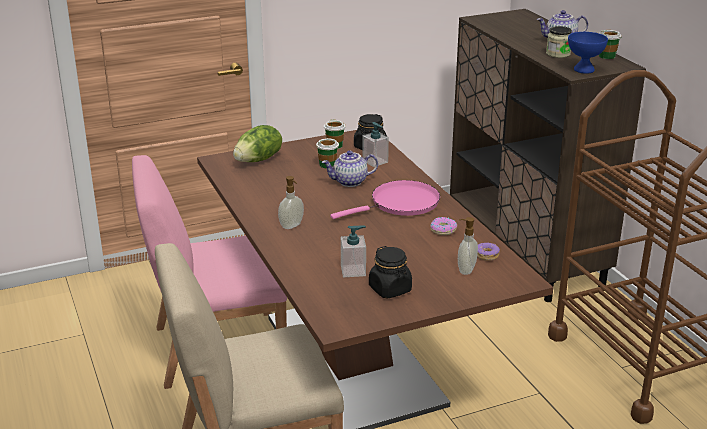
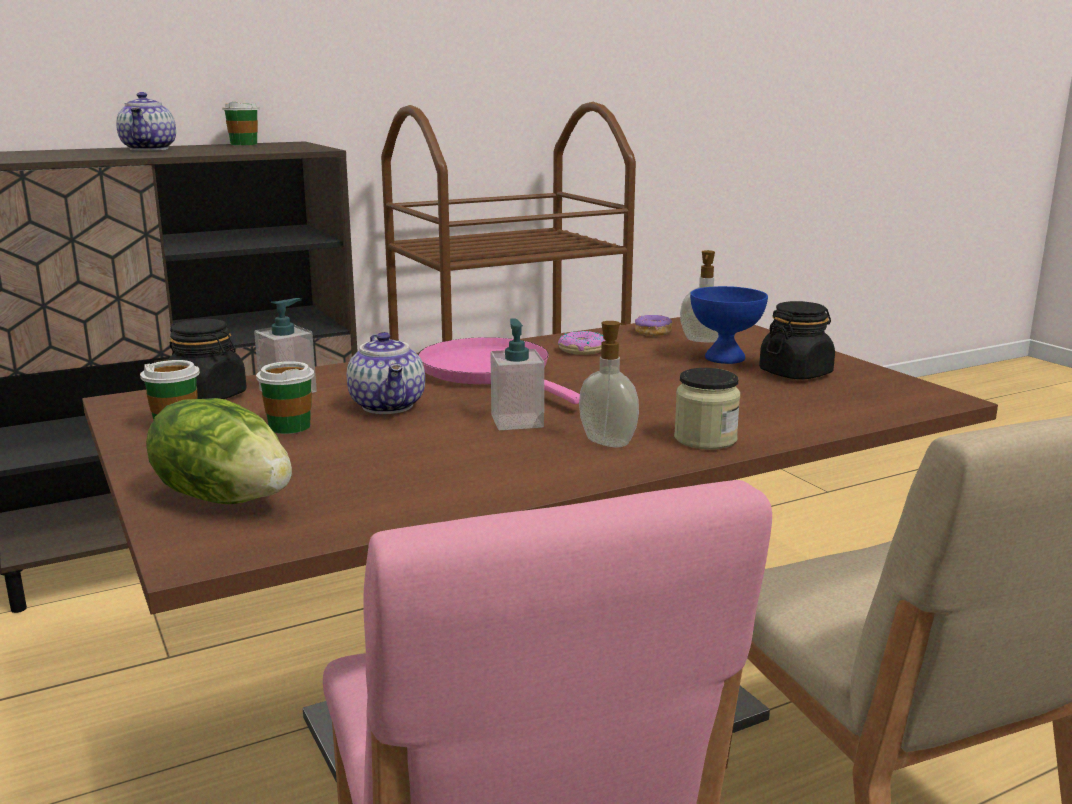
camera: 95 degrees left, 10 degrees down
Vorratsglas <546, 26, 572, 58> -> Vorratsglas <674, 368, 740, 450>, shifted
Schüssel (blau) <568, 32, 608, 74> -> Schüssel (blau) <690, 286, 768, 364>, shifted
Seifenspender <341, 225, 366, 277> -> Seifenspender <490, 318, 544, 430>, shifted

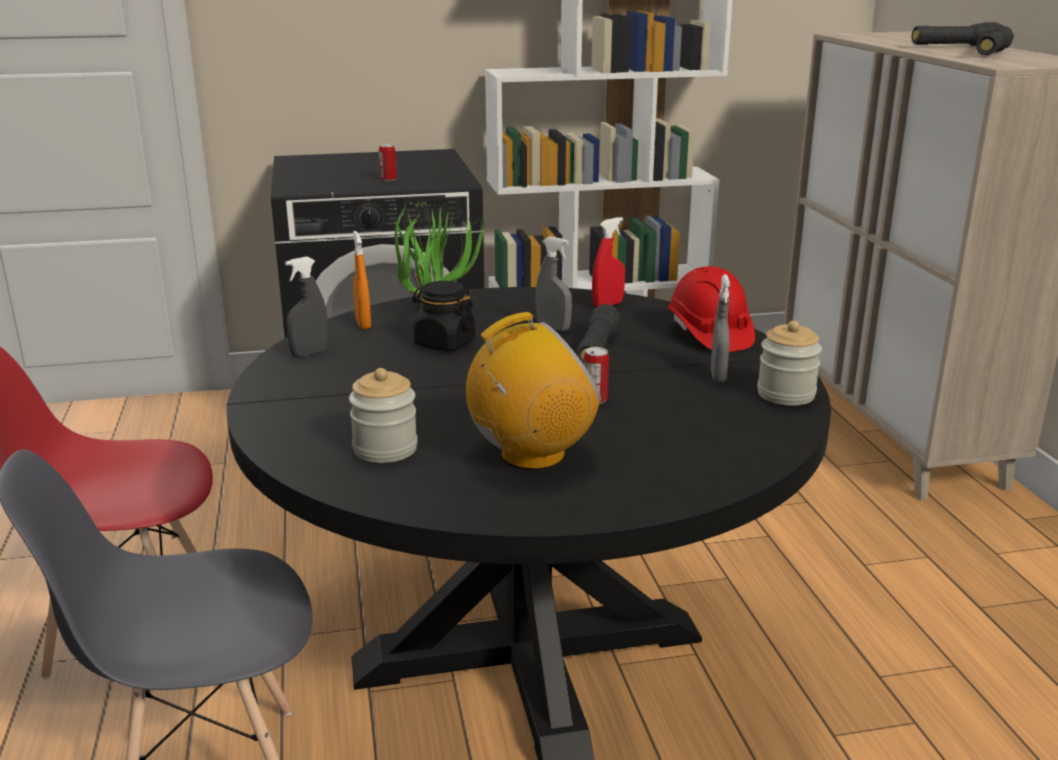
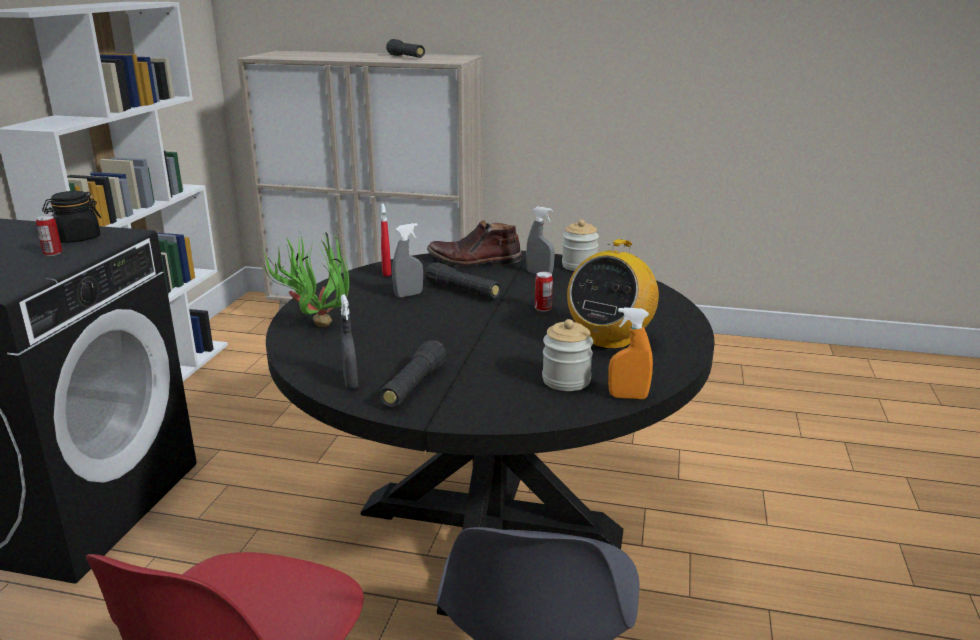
camera: 65 degrees left, 0 degrees up
Taschenlampe (schwarz) <912, 22, 1001, 46> -> Taschenlampe (schwarz) <380, 340, 447, 407>, shifted
Sprühflasche (orange) <353, 231, 371, 329> -> Sprühflasche (orange) <608, 307, 653, 399>, shifted
Schutzhelm (rot) <668, 266, 755, 352> -> Stiefel (braun) <427, 220, 522, 266>
Vorratsglas (schwarz) <412, 281, 475, 351> -> Vorratsglas (schwarz) <42, 191, 101, 243>, shifted
Radio <466, 312, 601, 470> -> Radio <567, 239, 659, 350>, 150 degrees counterclockwise

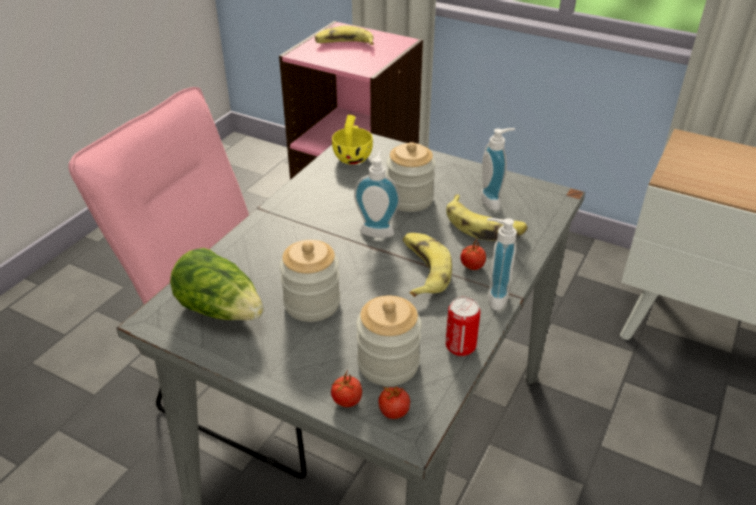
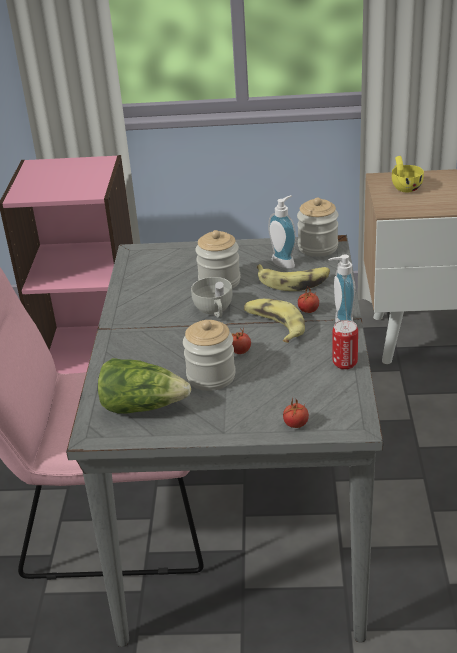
camera: 25 degrees left, 5 degrees down
Banane <315, 25, 374, 45> -> none
Tasse (gelb) <332, 115, 373, 165> -> Tasse (gelb) <392, 156, 424, 193>, shifted
Seifenspender <354, 150, 400, 238> -> Tasse (weiß) <191, 277, 233, 317>
Vorratsglas <356, 296, 422, 386> -> Vorratsglas <297, 197, 338, 257>, shifted
Tomate <378, 386, 410, 419> -> Tomate <232, 328, 251, 354>, shifted

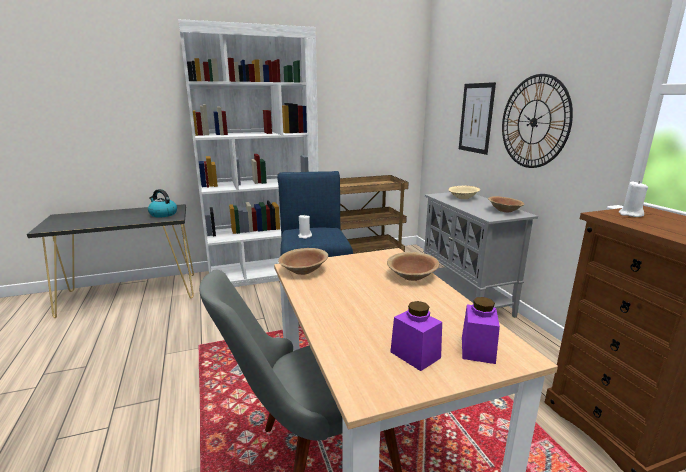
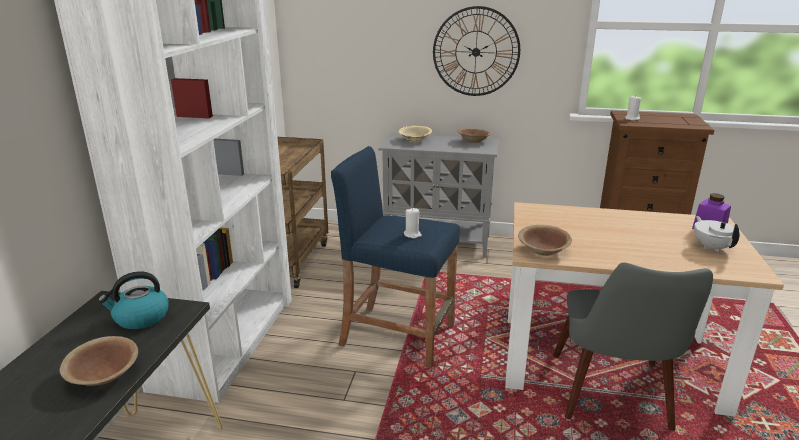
camera: 60 degrees left, 5 degrees up
Bild <459, 82, 496, 155> -> none
Schüssel (braun) <387, 252, 439, 281> -> Schüssel (braun) <60, 336, 138, 386>, shifted
Vorratsglas (lila) <390, 301, 442, 371> -> Teekanne (weiß) <694, 216, 741, 252>

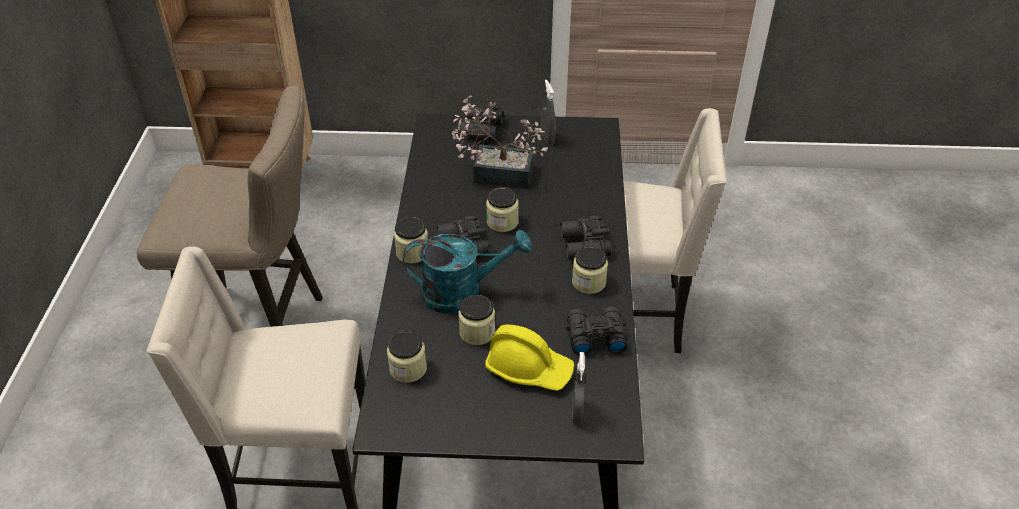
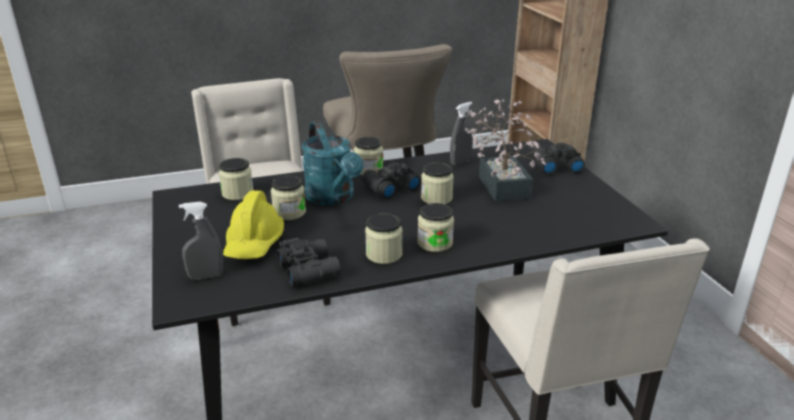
camera: 70 degrees right, 15 degrees down
Sprühflasche (grau) <541, 80, 556, 145> -> Sprühflasche (grau) <450, 102, 473, 166>, shifted
Fernglas (schwarz) <560, 215, 611, 260> -> Vorratsglas <417, 203, 454, 252>

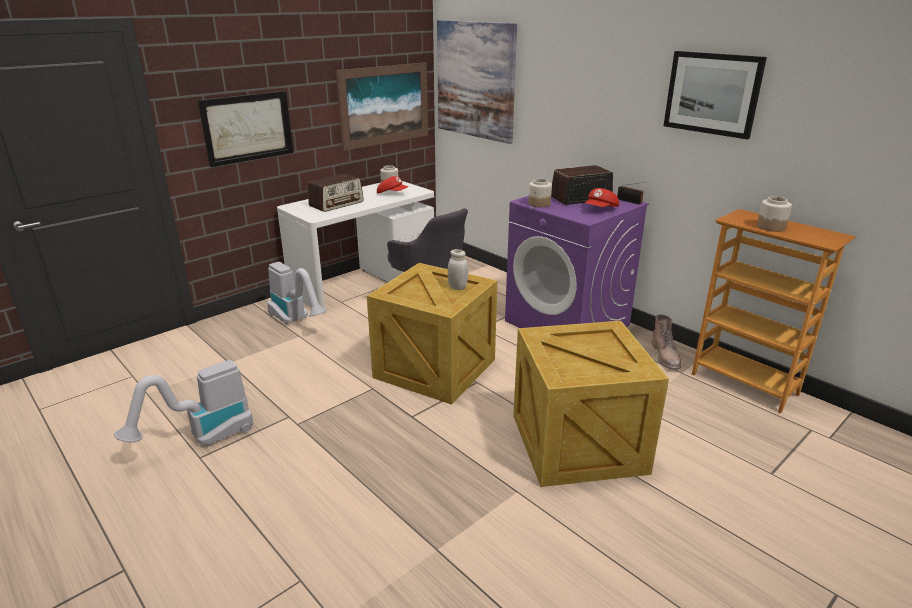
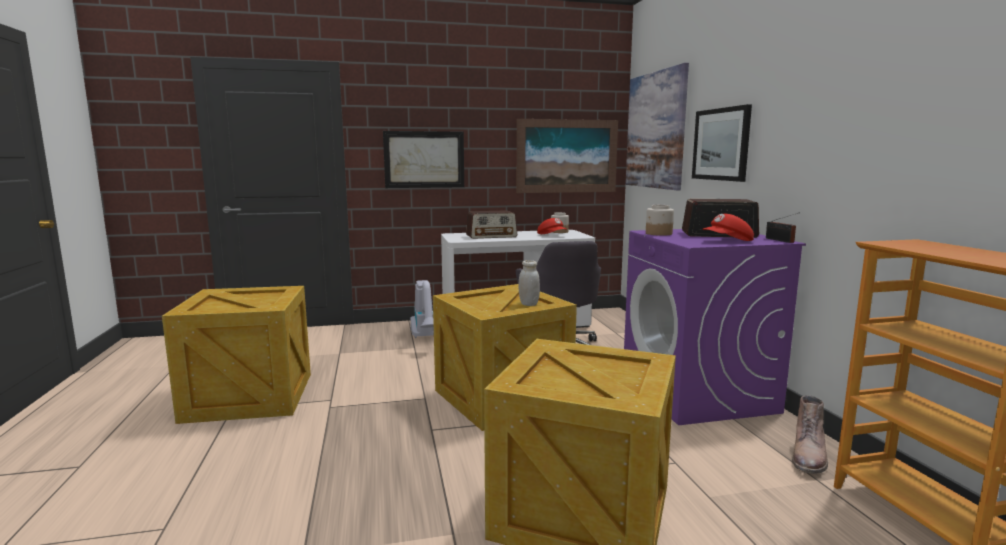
camera: 30 degrees right, 15 degrees down
Bild <664, 51, 767, 139> -> Bild <692, 104, 752, 182>, shifted
Vorratsglas <757, 196, 792, 232> -> none
Staubsauger <114, 360, 253, 446> -> Kiste <162, 286, 311, 424>

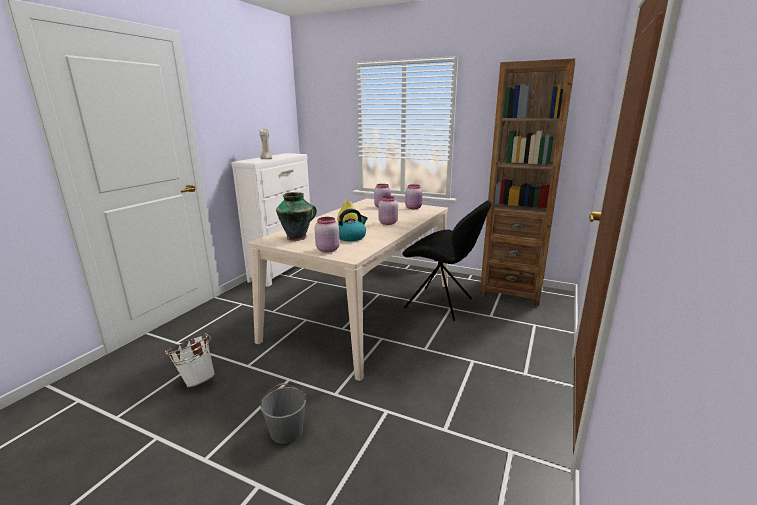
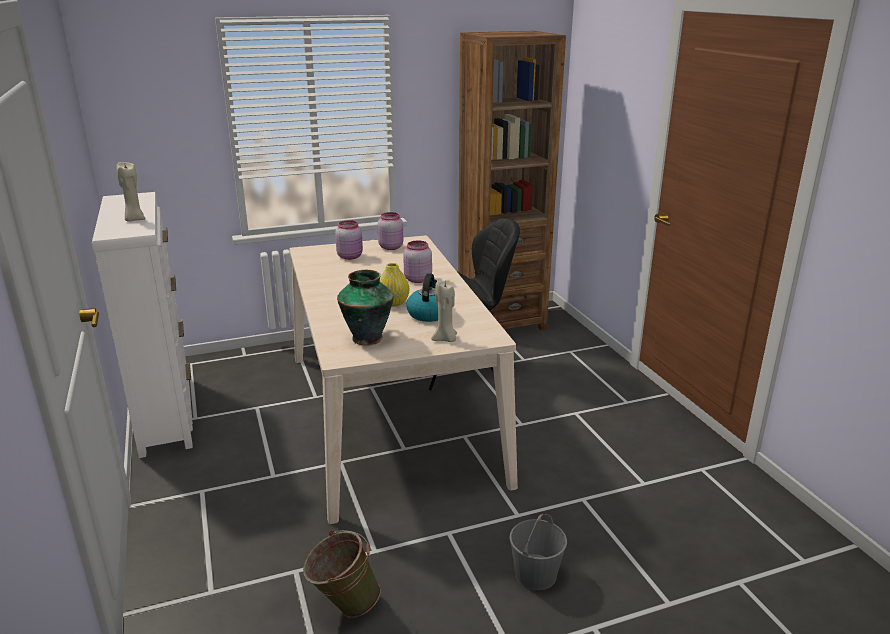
camera: 45 degrees left, 5 degrees up
Vorratsglas (rosa) <315, 217, 340, 253> -> Kerze (beige) <431, 281, 457, 342>
Eimer (weiß) <165, 333, 215, 387> -> Eimer (grün) <303, 530, 381, 618>

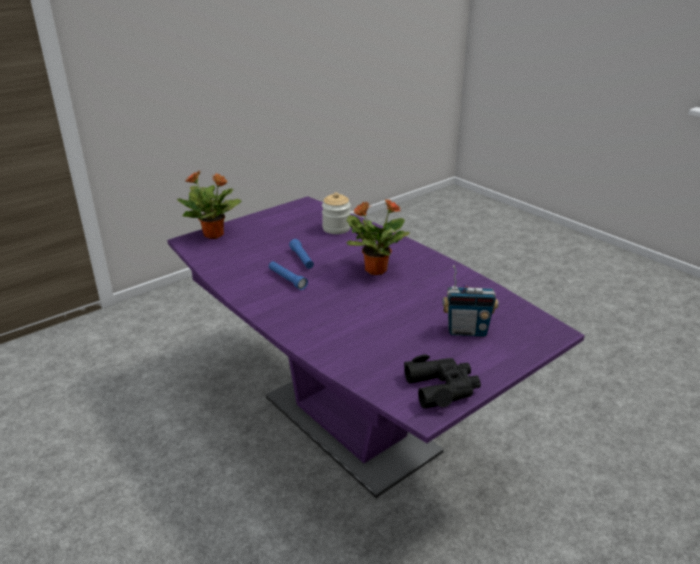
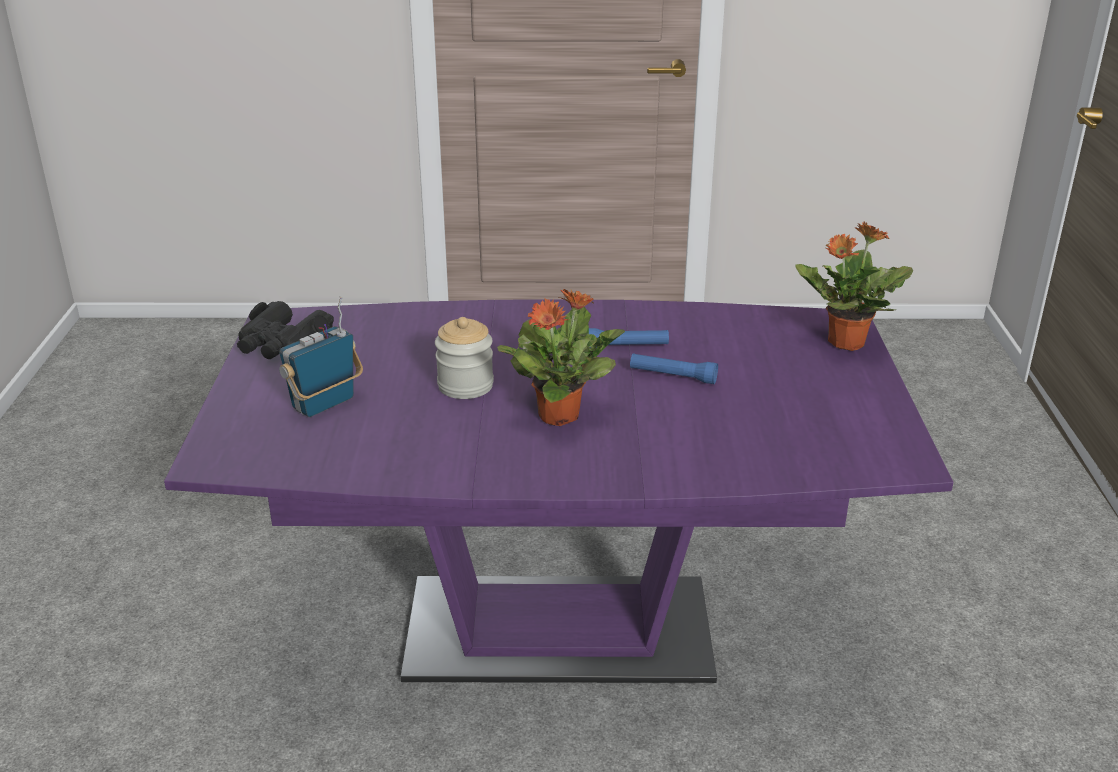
camera: 130 degrees right, 0 degrees up
Vorratsglas <322, 192, 351, 234> -> Vorratsglas <435, 317, 494, 399>, shifted

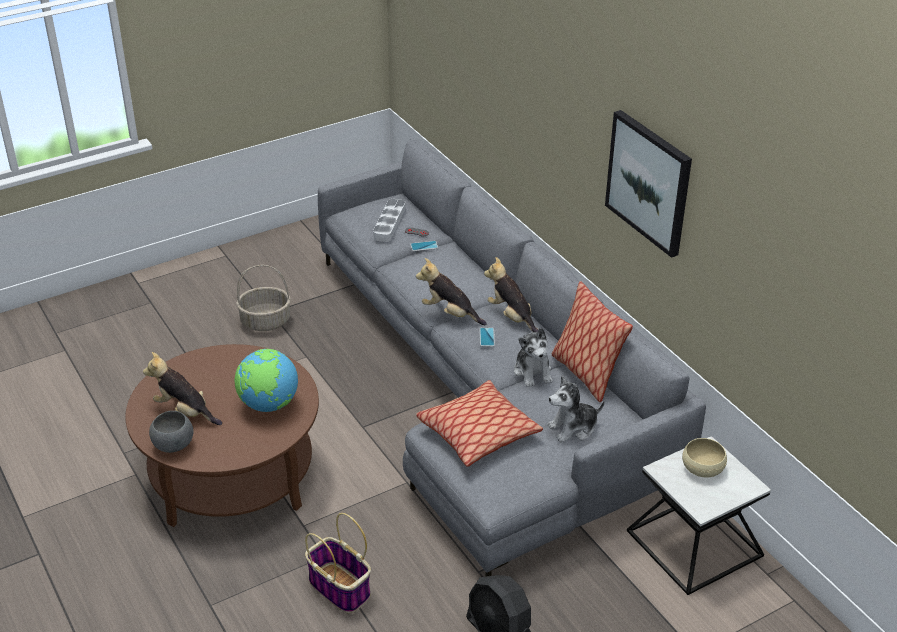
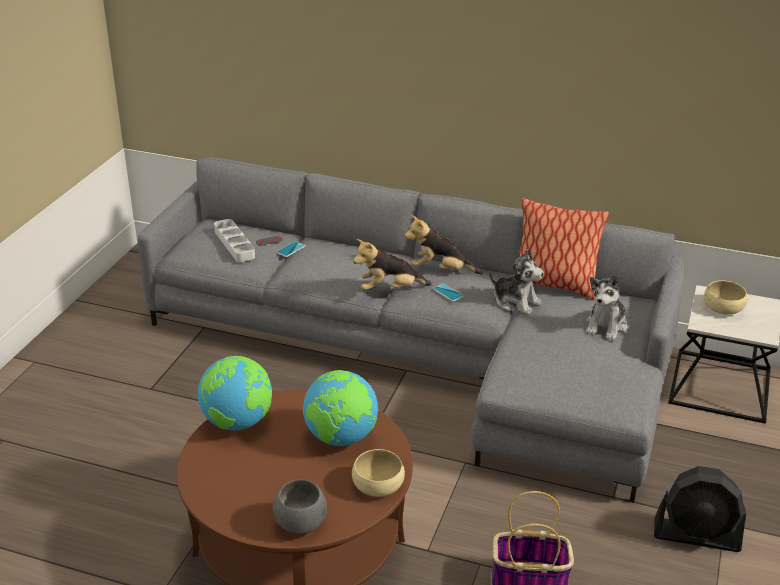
camera: 40 degrees left, 5 degrees down
Bild <605, 110, 692, 258> -> none
Korb <236, 265, 291, 331> -> none
Plüschtier <143, 352, 222, 425> -> none
Kissen <416, 380, 543, 467> -> none
none -> Globus <198, 356, 272, 430>
none -> Schüssel (beige) <352, 449, 405, 497>

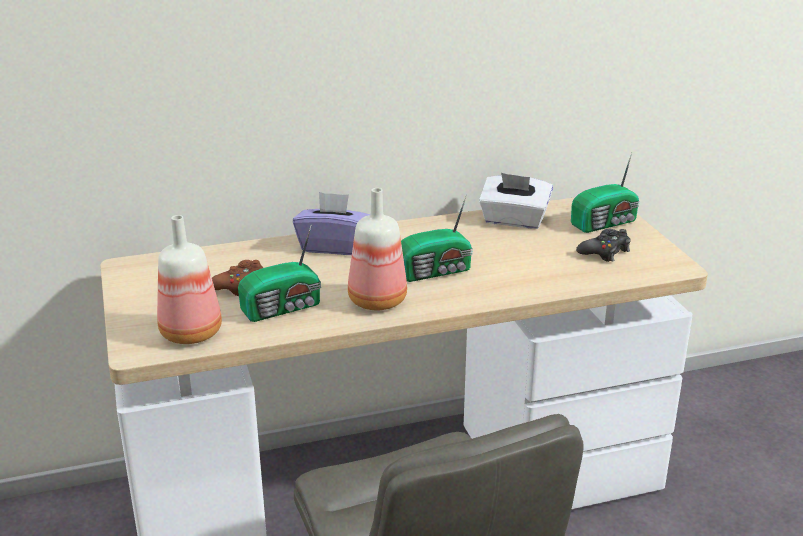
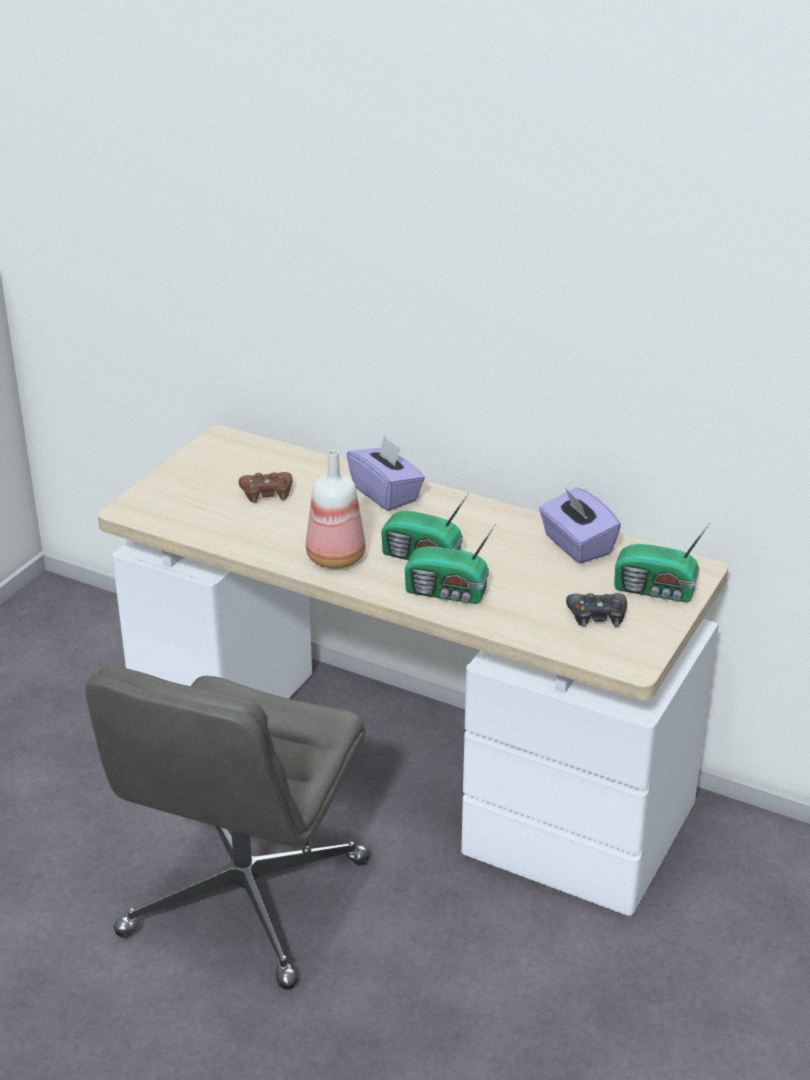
camera: 45 degrees right, 5 degrees up
Taschentuchbox (weiß) <479, 173, 553, 229> -> Taschentuchbox (lila) <539, 487, 621, 564>
Flasche <157, 215, 222, 344> -> none
Radio <238, 224, 321, 322> -> Radio <405, 524, 496, 604>, shifted

